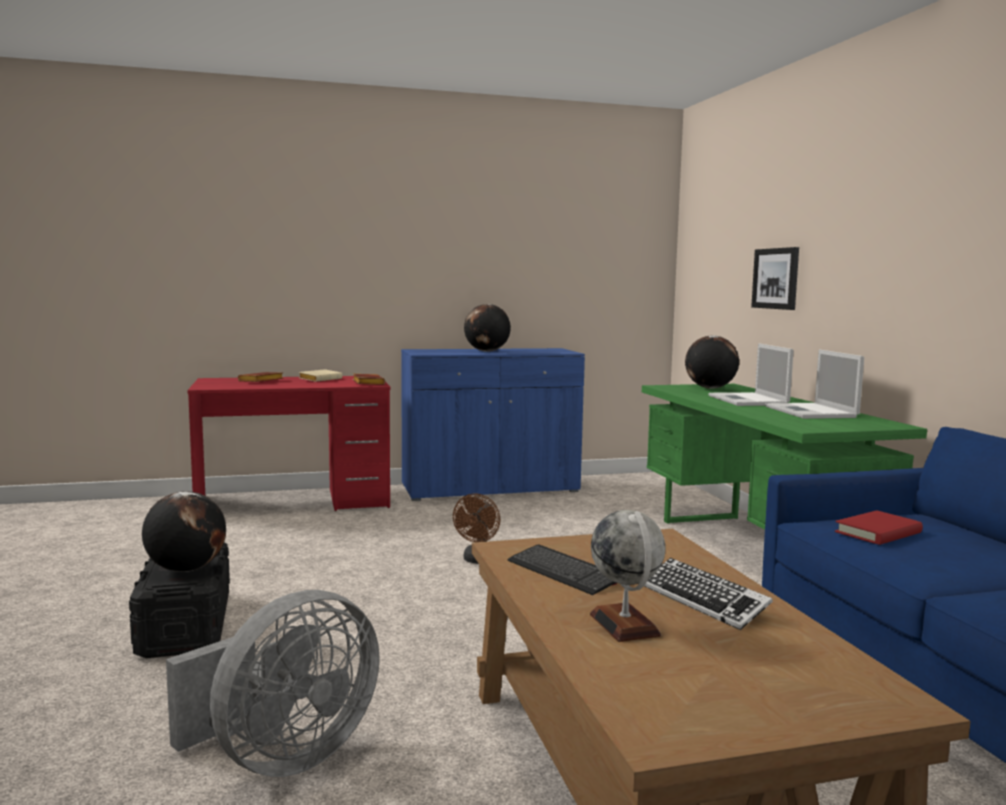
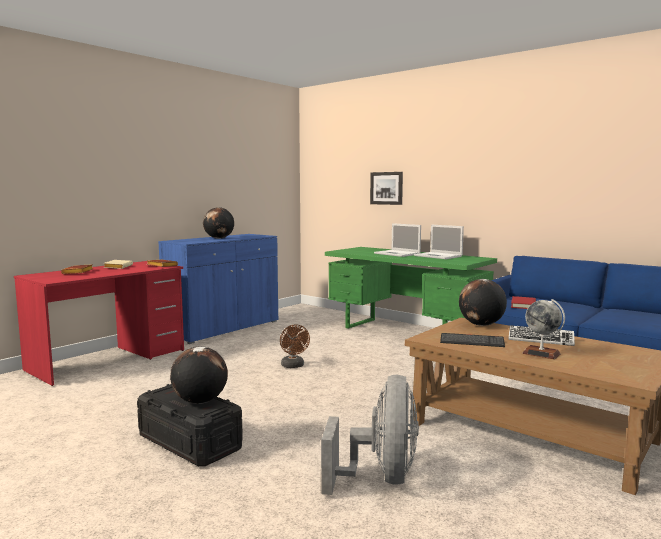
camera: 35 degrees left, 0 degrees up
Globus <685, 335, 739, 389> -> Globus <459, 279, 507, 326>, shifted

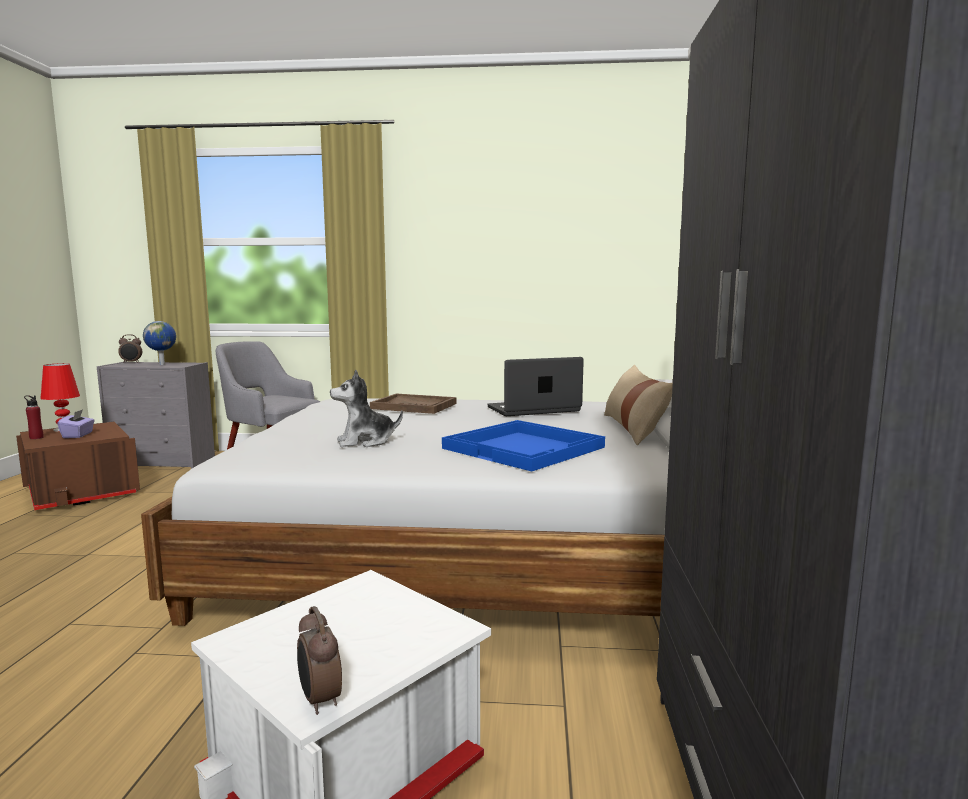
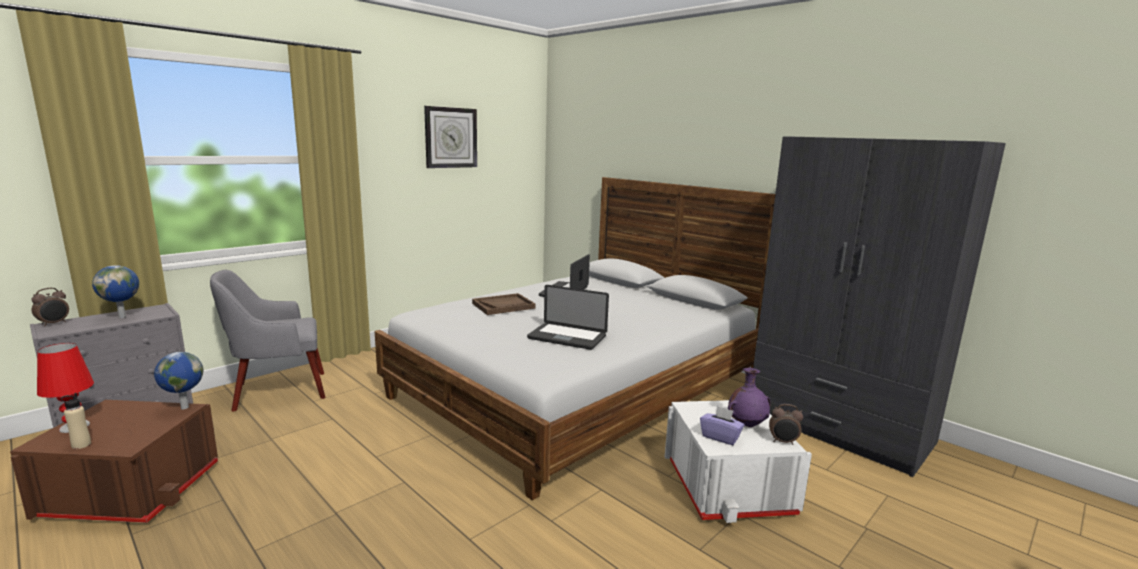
camera: 50 degrees left, 5 degrees up
Kissen (beige) <604, 365, 673, 445> -> none
Plüschtier <330, 370, 403, 447> -> Laptop <527, 285, 609, 350>
Flasche (rot) <24, 395, 44, 439> -> Flasche (beige) <60, 393, 91, 449>
Taschentuchbox (lila) <57, 409, 95, 438> -> Taschentuchbox (lila) <700, 406, 744, 445>, shifted
Tablett (blau) <442, 420, 605, 472> -> none
none -> Wanduhr <424, 106, 477, 168>
none -> Globus <154, 352, 203, 409>
none -> Vase (lila) <728, 368, 771, 427>

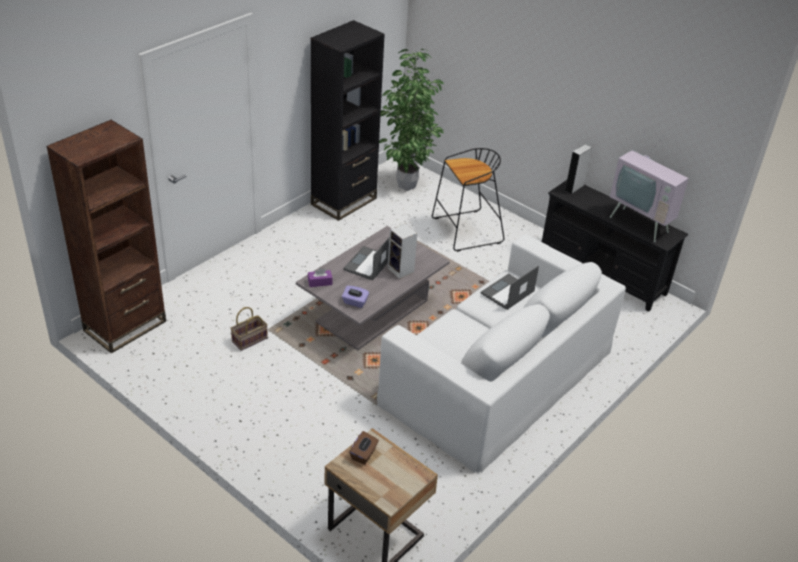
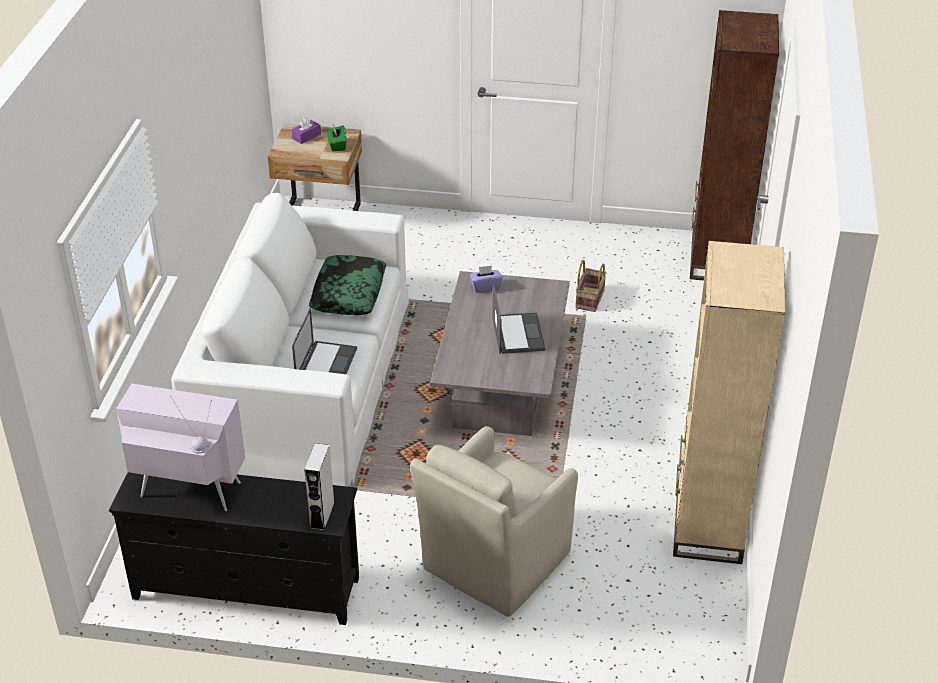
camera: 150 degrees right, 0 degrees up
Bücherregal (schwarz) <311, 20, 385, 221> -> Bücherregal (beige) <673, 241, 786, 564>
Topfpflanze <379, 49, 444, 191> -> none
Hocker (schwarz) <432, 148, 504, 252> -> Sessel (beige) <410, 426, 578, 617>
Lautsprecher <387, 223, 417, 279> -> none
Taschentuchbox (lila) <308, 268, 333, 287> -> Taschentuchbox (lila) <291, 117, 321, 144>, shifted
Taschentuchbox (braun) <350, 431, 379, 465> -> Taschentuchbox (grün) <327, 124, 346, 151>
none -> Kissen <309, 255, 386, 315>

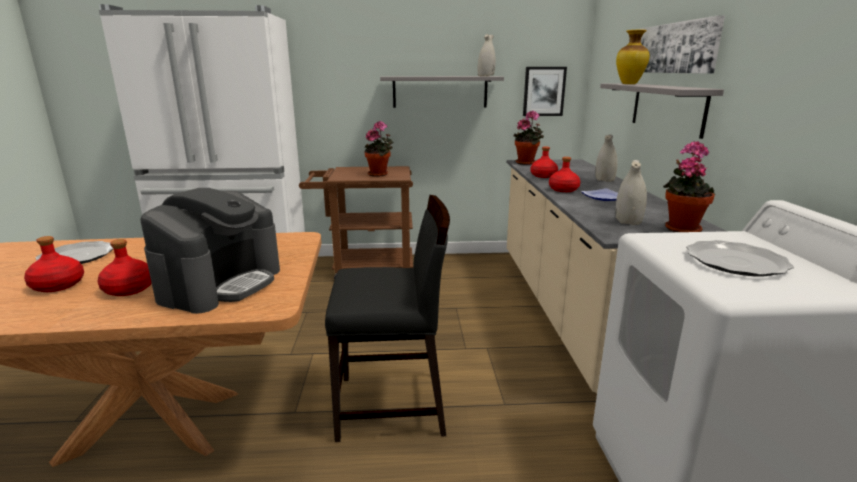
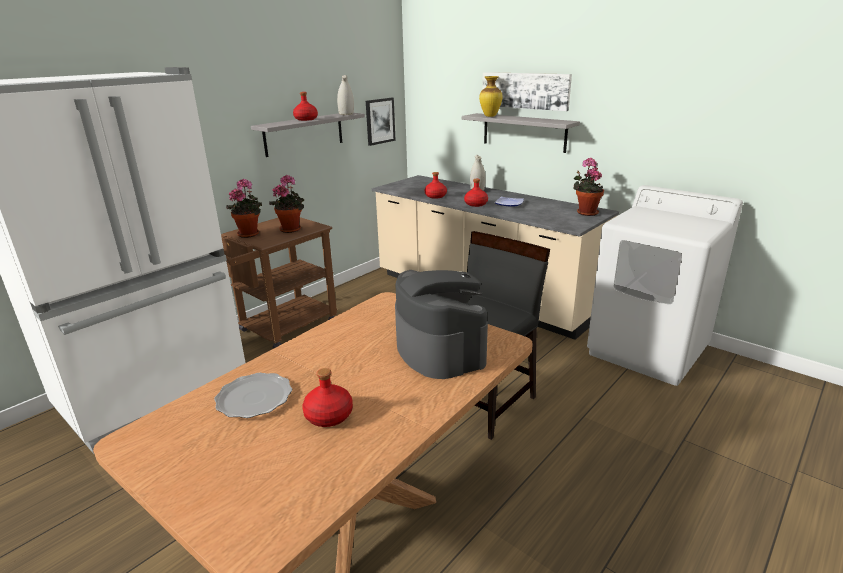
camera: 45 degrees left, 5 degrees up
Topfpflanze <513, 111, 544, 165> -> Topfpflanze <226, 178, 262, 238>, shifted
Vase (weiß) <616, 160, 647, 225> -> none
Flasche (rot) <98, 239, 152, 296> -> Flasche (rot) <293, 92, 318, 121>, shifted
Teller <687, 240, 794, 276> -> none

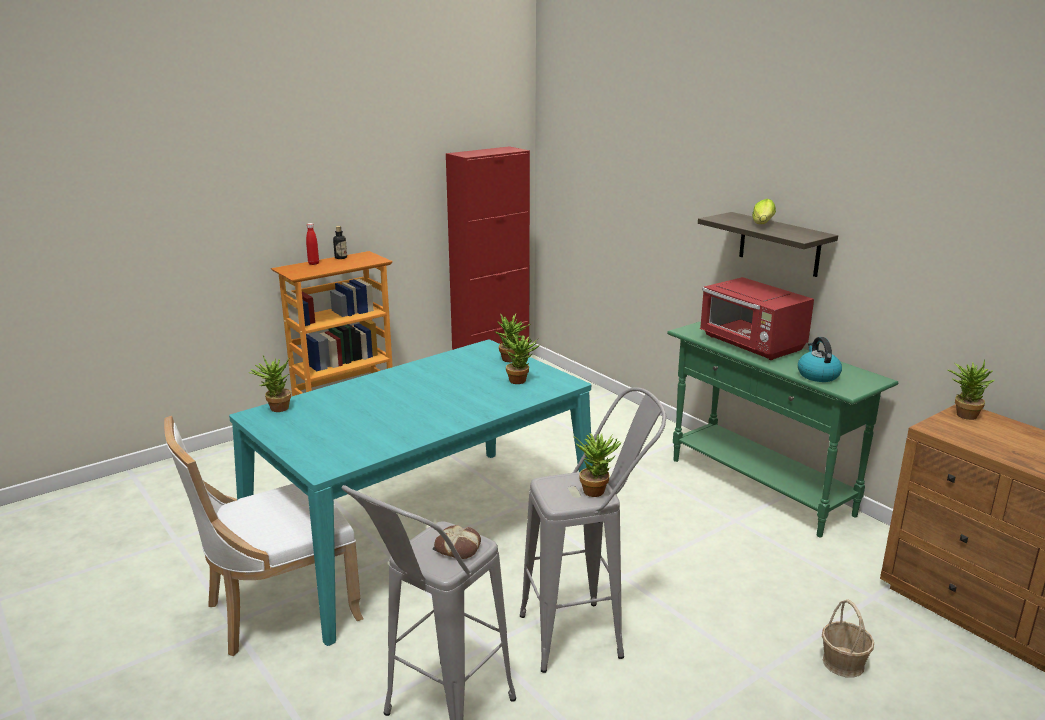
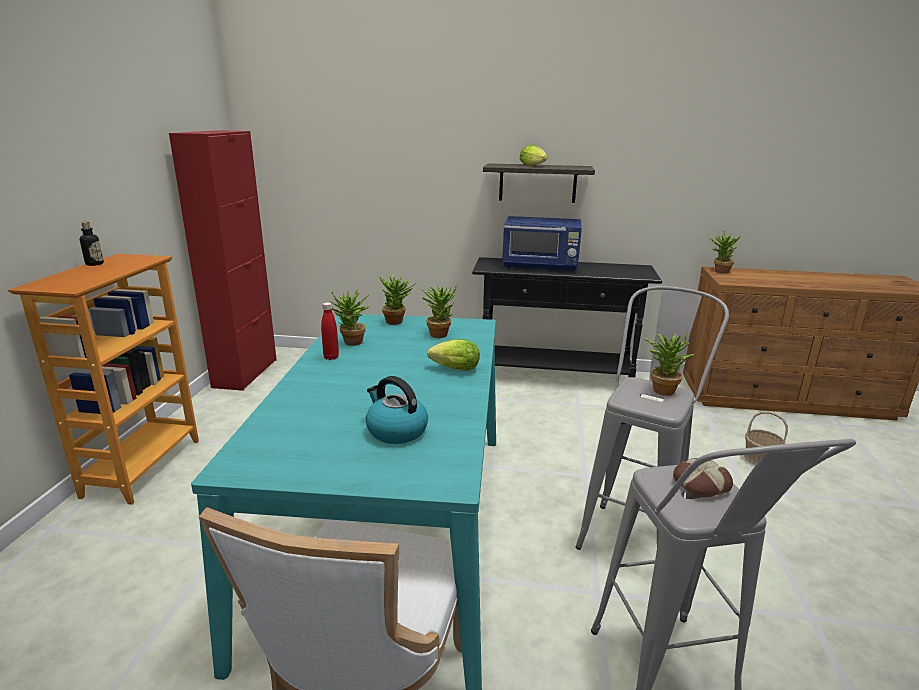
camera: 45 degrees left, 0 degrees up
Flasche (rot) <306, 223, 319, 265> -> Flasche (rot) <321, 302, 339, 360>, shifted
Mikrowelle (rot) <700, 277, 814, 360> -> Mikrowelle (blau) <502, 216, 582, 272>
Konsolentisch (grün) <667, 321, 898, 537> -> Konsolentisch (schwarz) <472, 257, 662, 377>
Wasserkessel <798, 337, 842, 382> -> Wasserkessel <366, 376, 428, 444>, shifted
Topfpflanze <248, 356, 291, 412> -> Topfpflanze <331, 288, 370, 346>, shifted
none -> Salatkopf <427, 339, 480, 371>

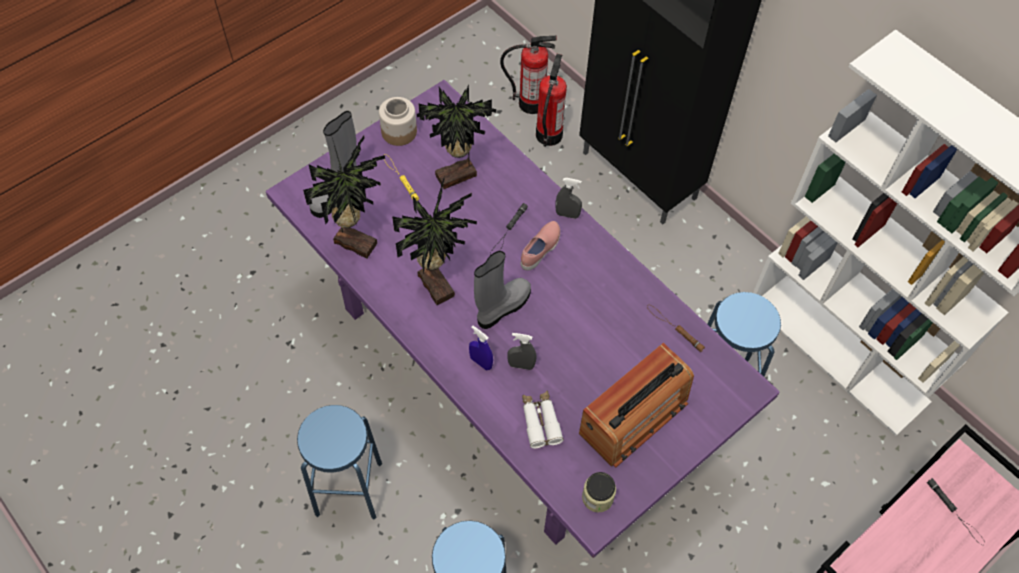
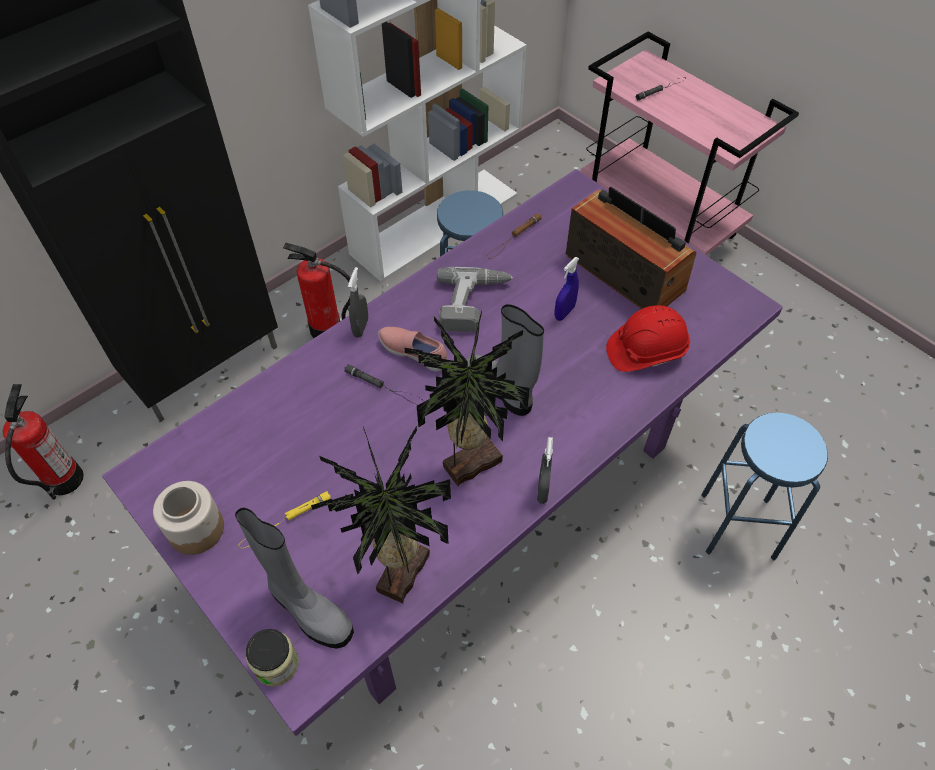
camera: 90 degrees left, 5 degrees down
Feuerlöscher <536, 54, 567, 147> -> Feuerlöscher <283, 243, 350, 338>, shifted
Topfpflanze <417, 85, 496, 189> -> none
Sprühflasche (blau) <469, 326, 493, 371> -> Sprühflasche (blau) <554, 257, 579, 321>, shifted
Sprühflasche (grau) <507, 333, 536, 370> -> Sprühflasche (grau) <537, 437, 553, 504>, shifted
Fernglas (weiß) <522, 391, 564, 449> -> Schutzhelm (rot) <606, 305, 690, 372>
Hocker (blau) <297, 405, 382, 520> -> none
Vorratsglas <582, 472, 616, 513> -> Vorratsglas <246, 629, 299, 687>, shifted
none -> Bohrmaschine <437, 267, 513, 332>

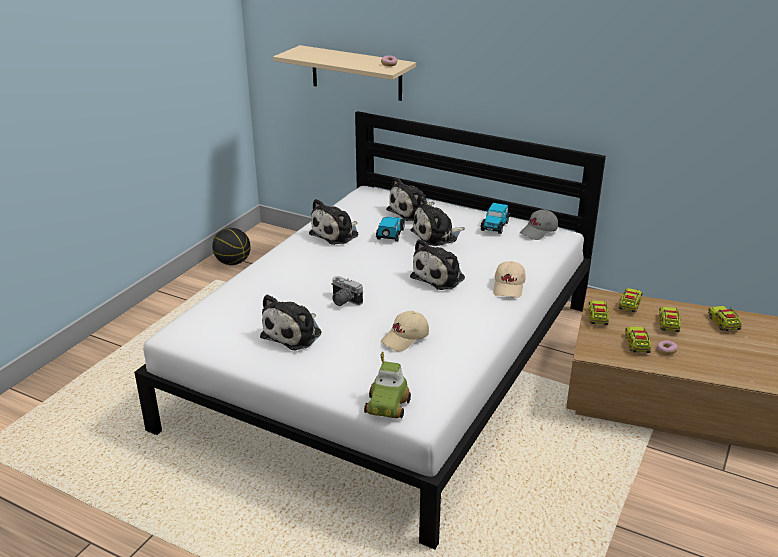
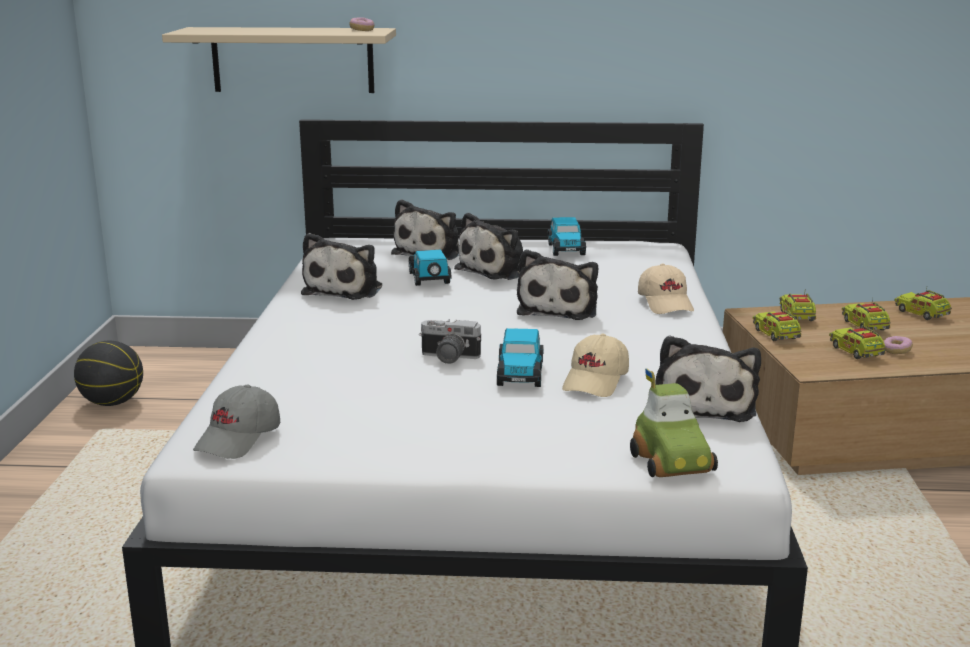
camera: 25 degrees left, 10 degrees down
Kappe (grau) <520, 209, 558, 240> -> Kappe (grau) <193, 385, 280, 459>, shifted
Plüschtier <260, 294, 322, 350> -> Plüschtier <655, 335, 761, 422>, shifted
none -> Spielzeugauto <497, 328, 543, 387>

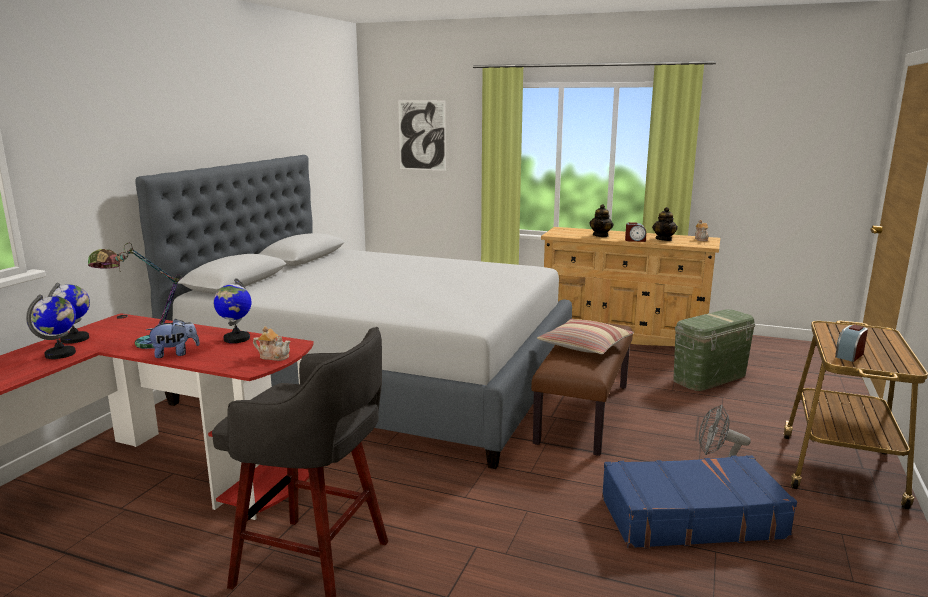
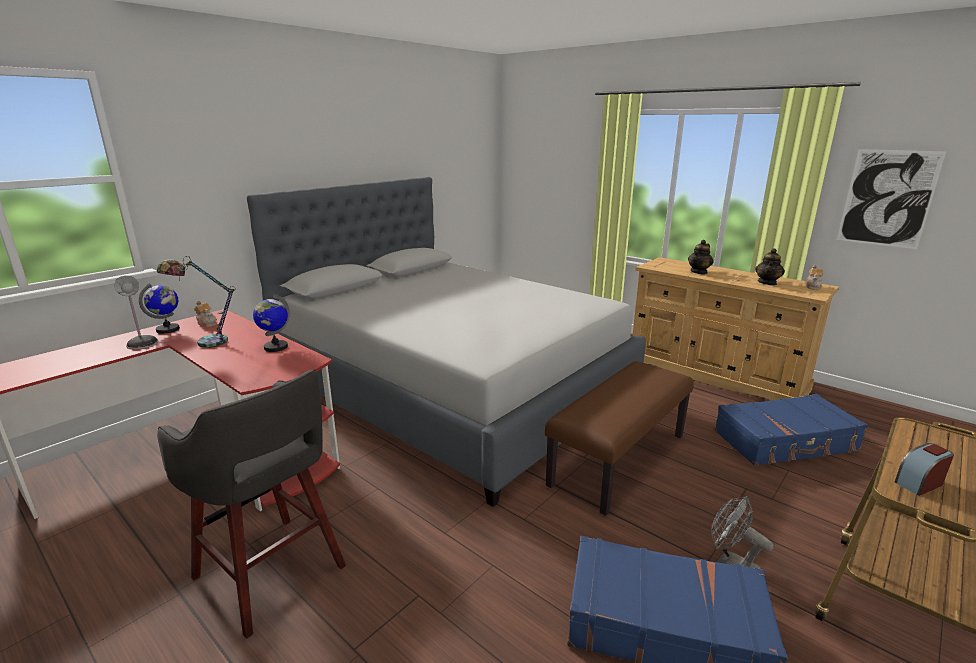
camera: 20 degrees right, 5 degrees up
Bild <398, 100, 446, 171> -> Bild <837, 149, 946, 249>, shifted
Wecker <625, 222, 646, 242> -> none
Globus <26, 294, 76, 359> -> Tischlampe <114, 276, 158, 349>
Aufbewahrungsbox (grün) <673, 309, 755, 391> -> Koffer (blau) <714, 394, 868, 466>
Plüschtier <146, 319, 200, 358> -> none
Kissen <537, 319, 634, 354> -> none
Teekanne <253, 326, 290, 361> -> Teekanne <194, 301, 217, 327>, shifted

